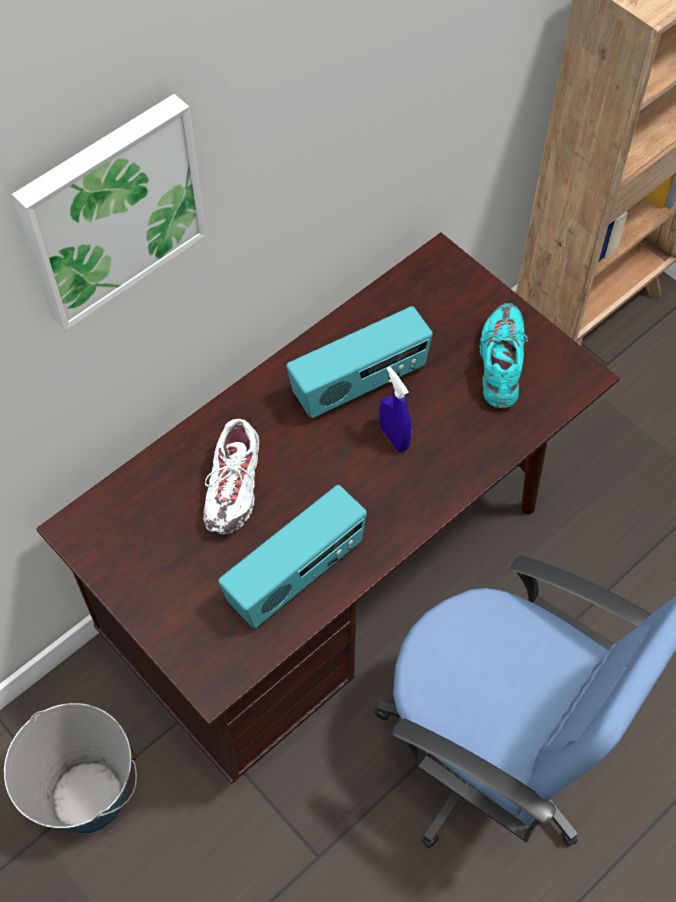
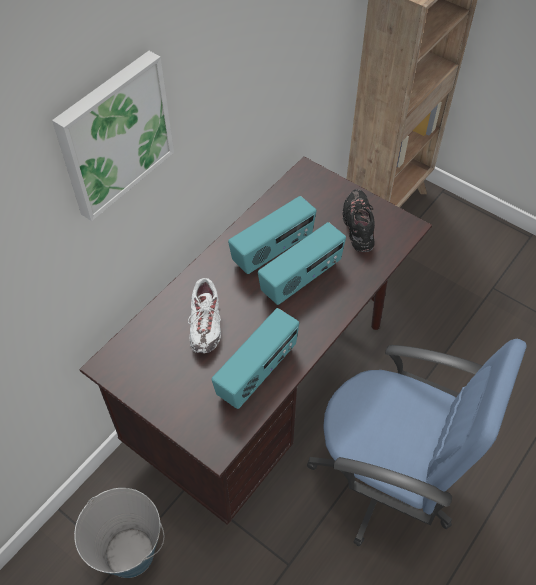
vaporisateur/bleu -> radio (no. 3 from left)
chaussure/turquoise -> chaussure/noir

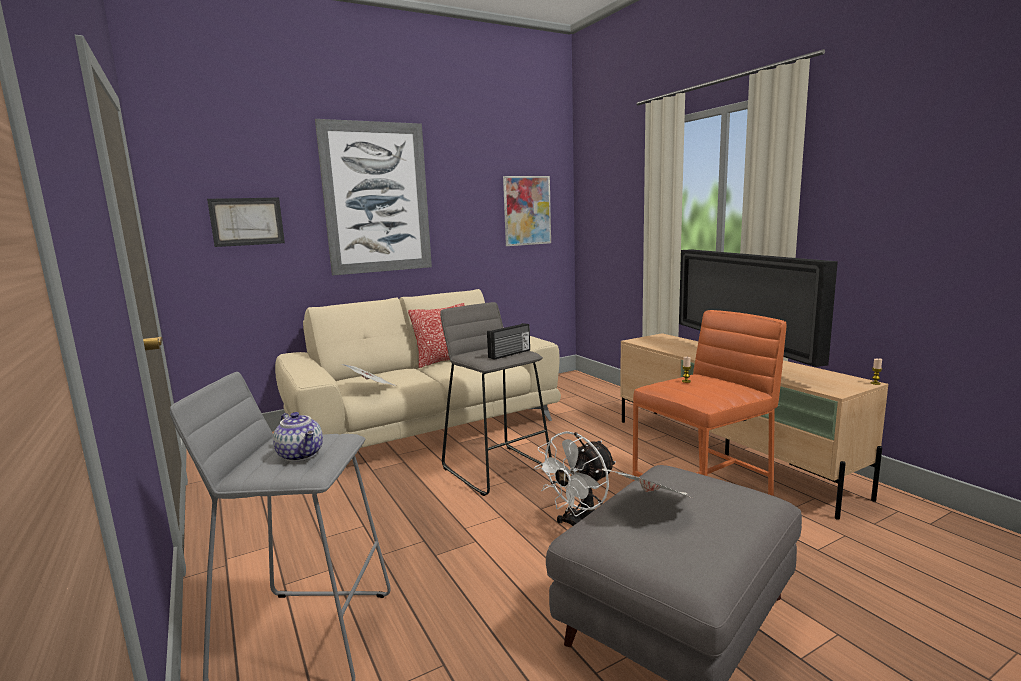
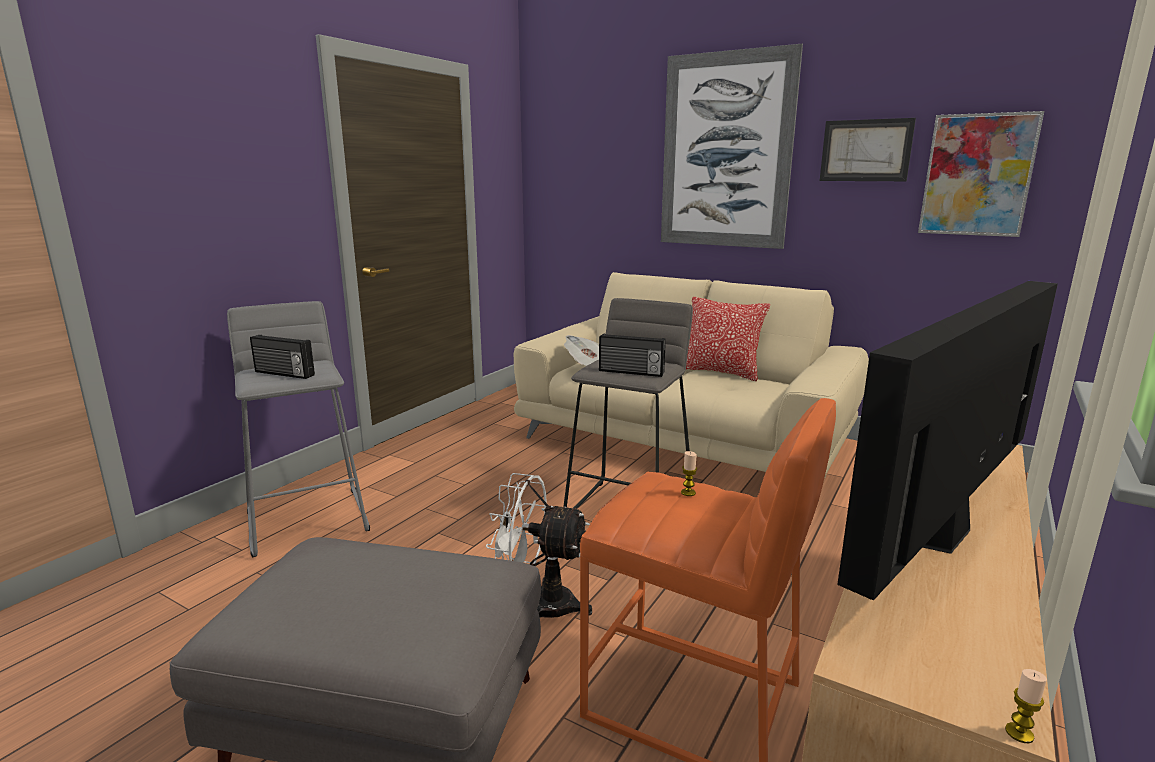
théière -> radio (no. 1 from left)
tableau (no. 1 from left in the first image) -> tableau (no. 2 from left), shifted
journal (no. 2 from left) -> none

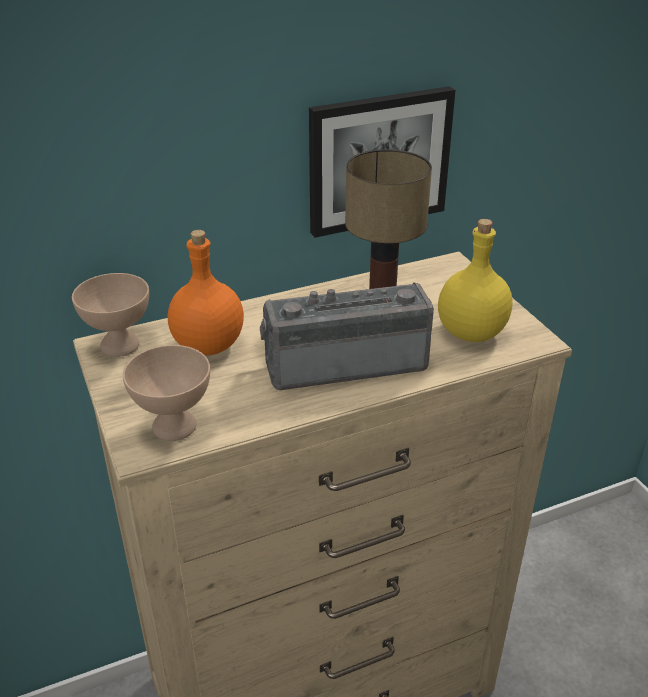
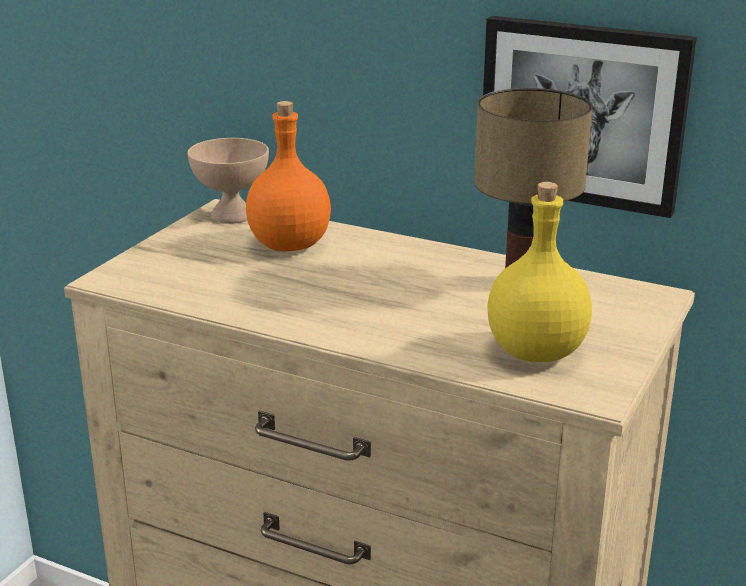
bol/beige (no. 2 from left) -> none
radio -> none

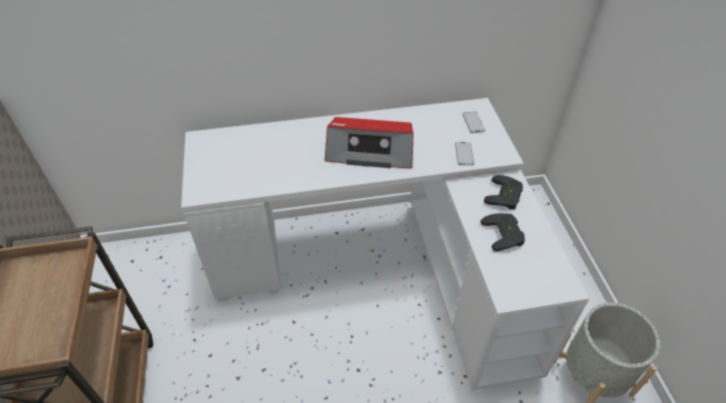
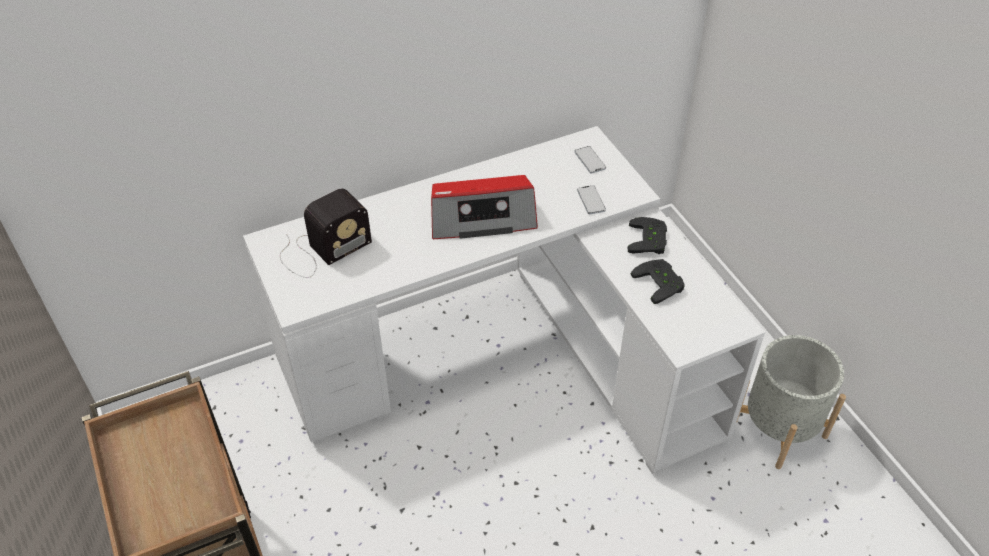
none -> radio (no. 1 from left)

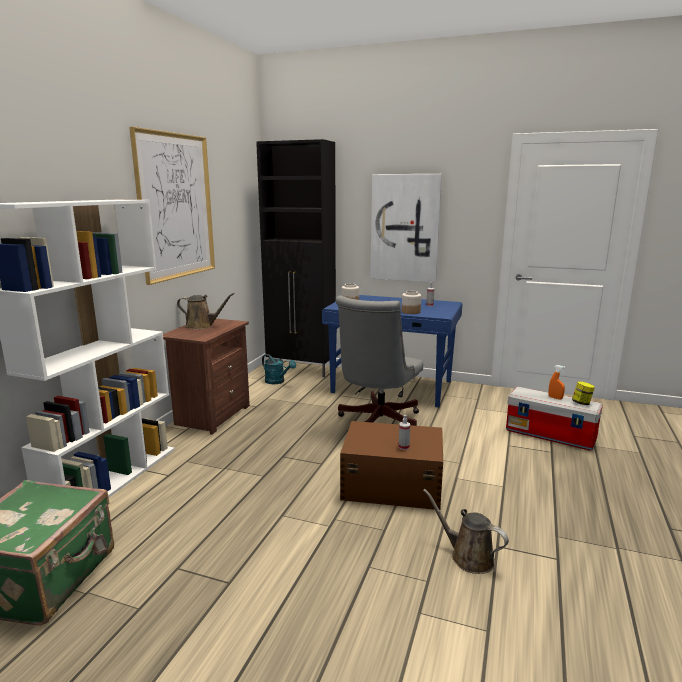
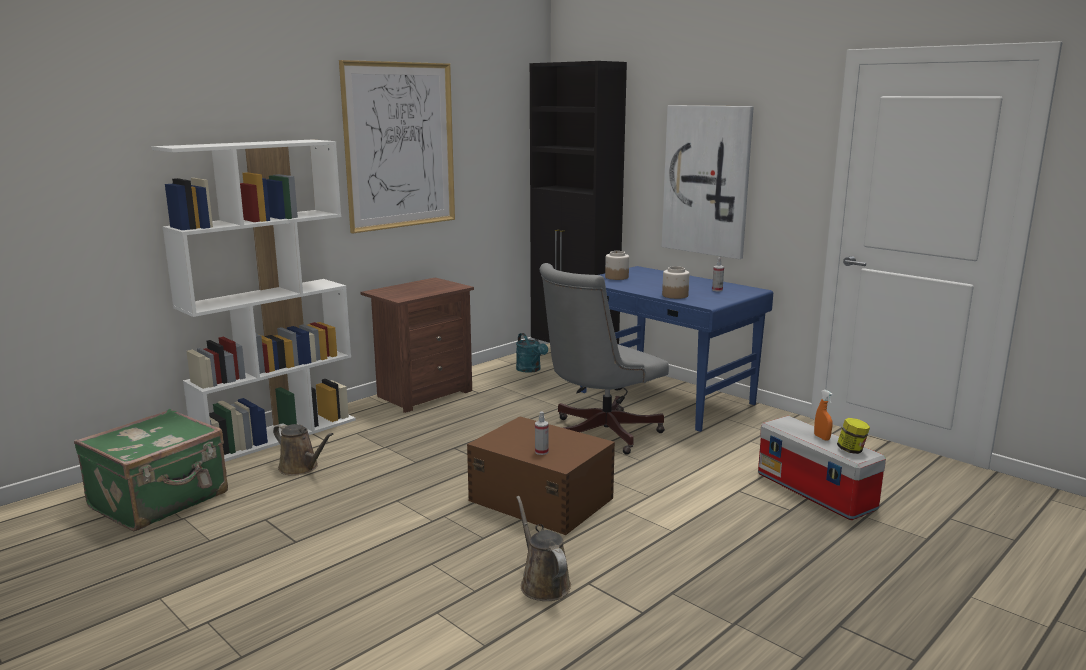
arrosoir/marron (no. 1 from left), shifted

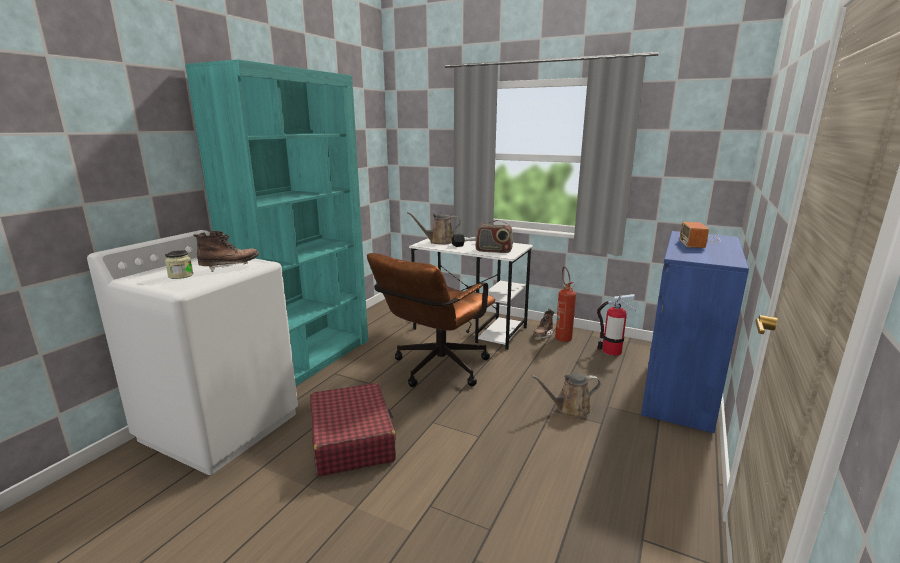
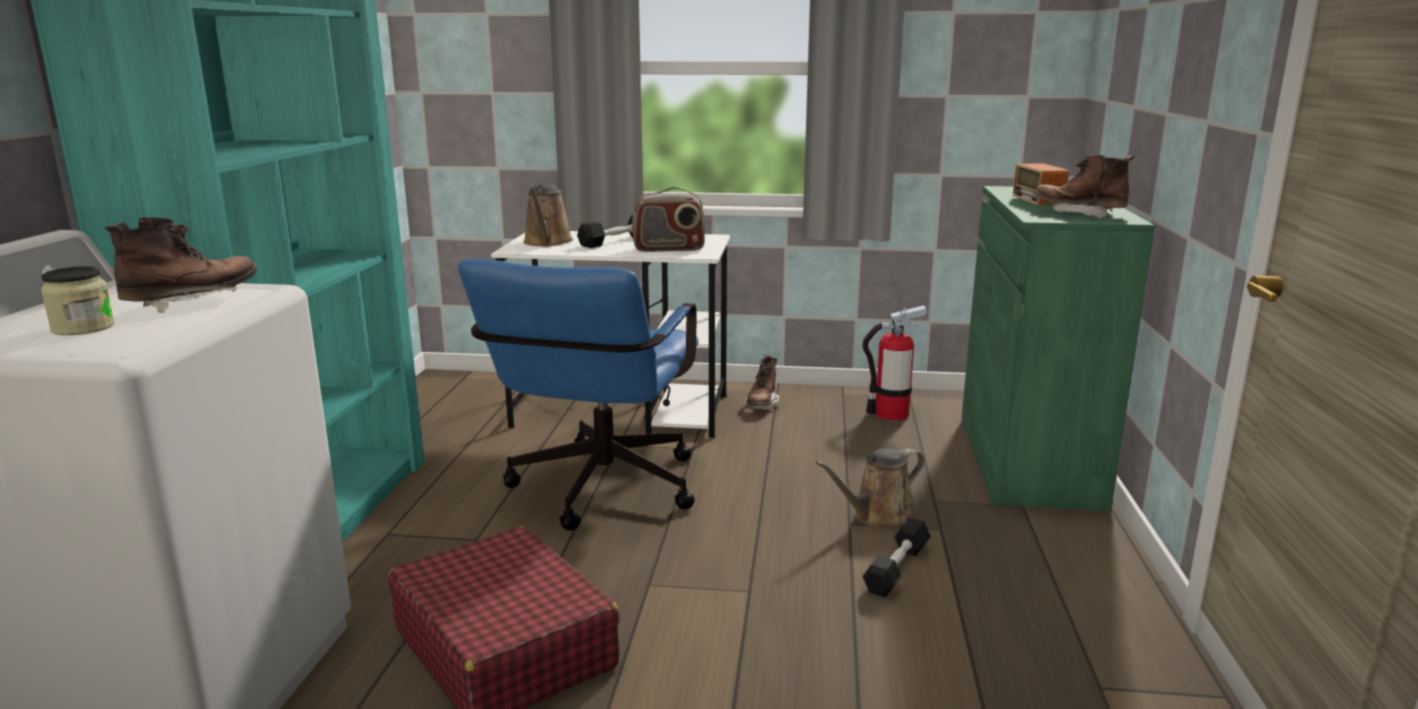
chaise de bureau/marron -> chaise de bureau/bleu
arrosoir/marron (no. 1 from left), 60 degrees counterclockwise
none -> haltère/noir (no. 2 from left)
meuble de rangement/bleu -> meuble de rangement/vert
none -> botte/marron (no. 3 from left)
extincteur (no. 1 from left) -> none

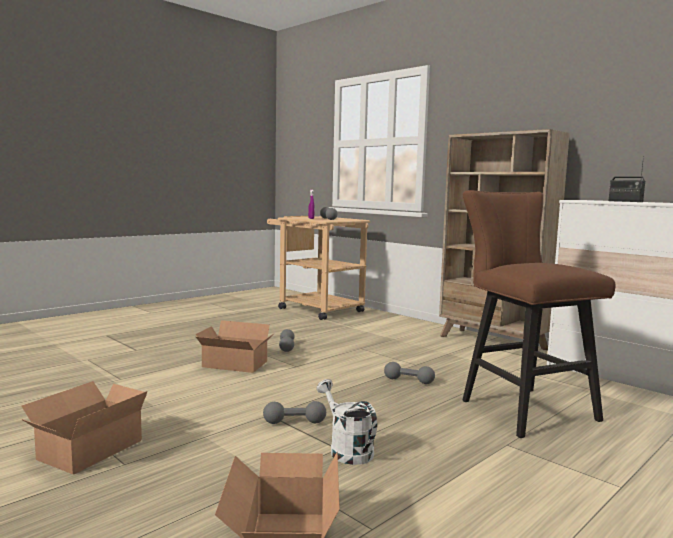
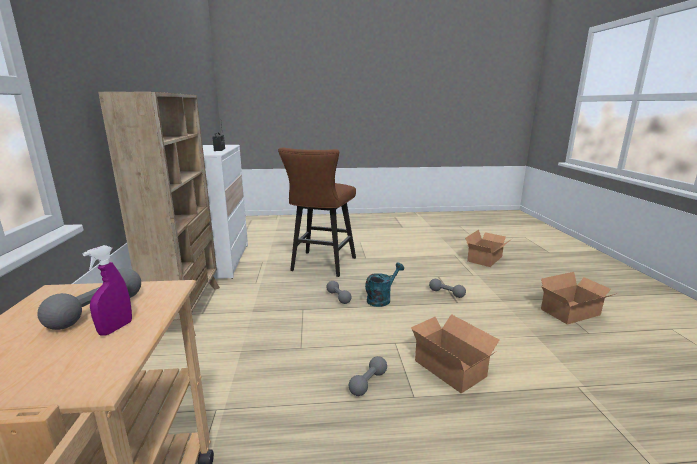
none -> arrosoir/turquoise
arrosoir/blanc -> none

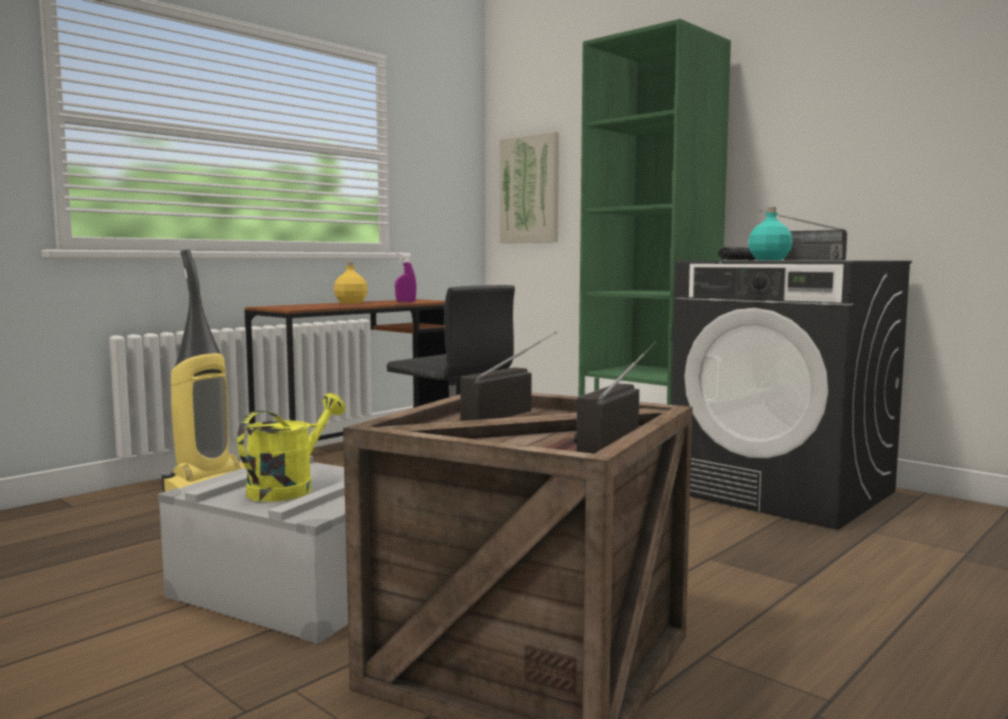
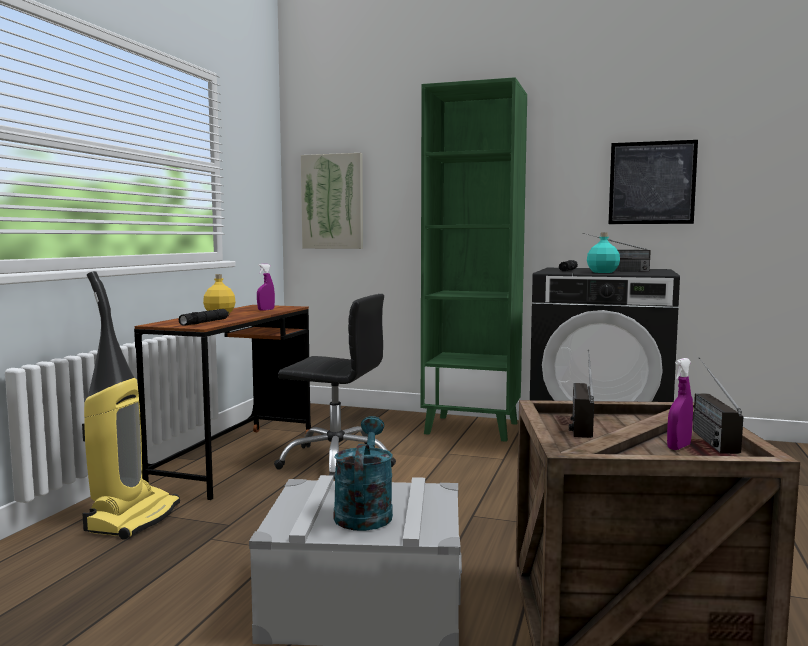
none -> lampe de poche/noir (no. 1 from left)
arrosoir/jaune -> arrosoir/turquoise
none -> tableau (no. 2 from left)
none -> vaporisateur/violet (no. 2 from left)

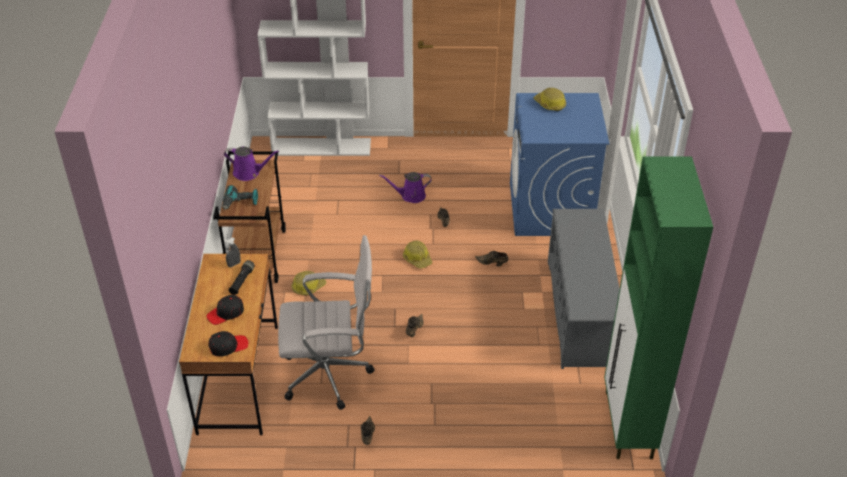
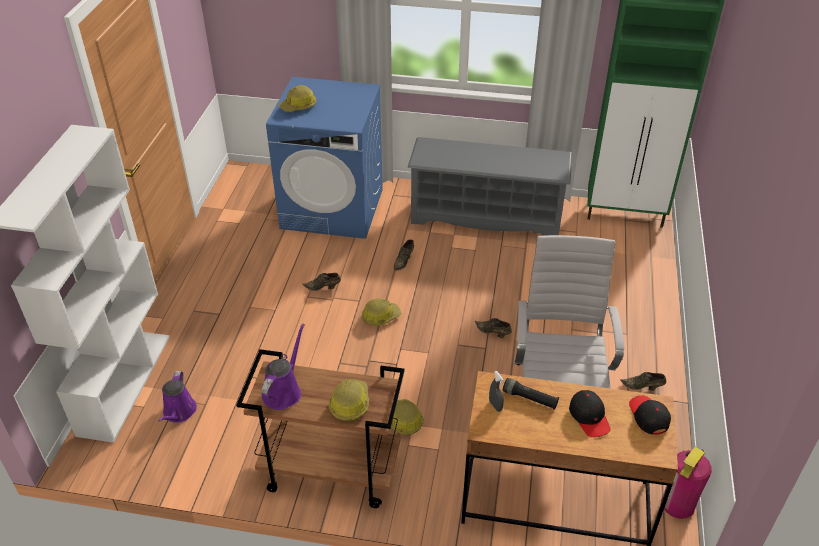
arrosoir/violet (no. 2 from left in the first image) -> arrosoir/violet (no. 1 from left), shifted
perceuse -> casque de chantier (no. 2 from left)
none -> extincteur

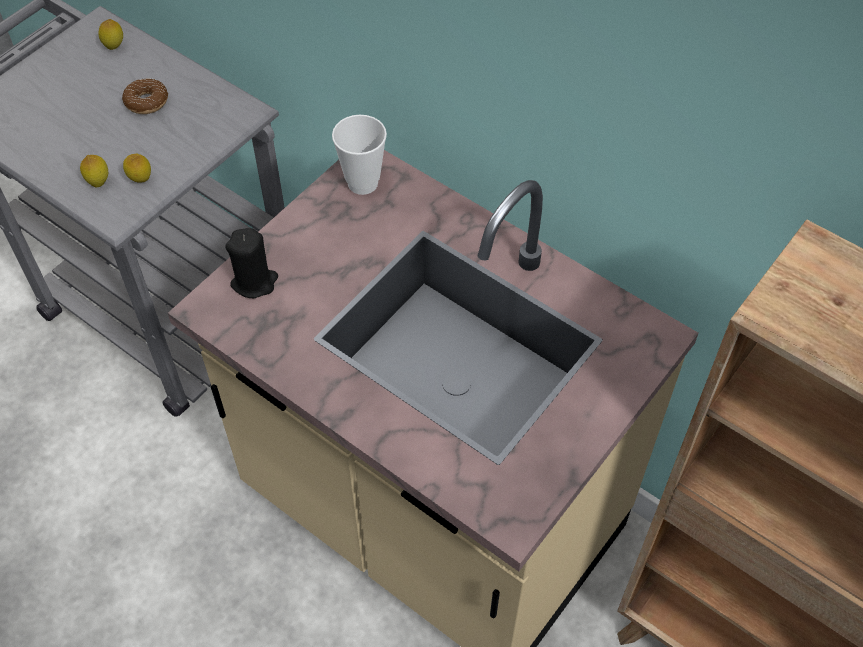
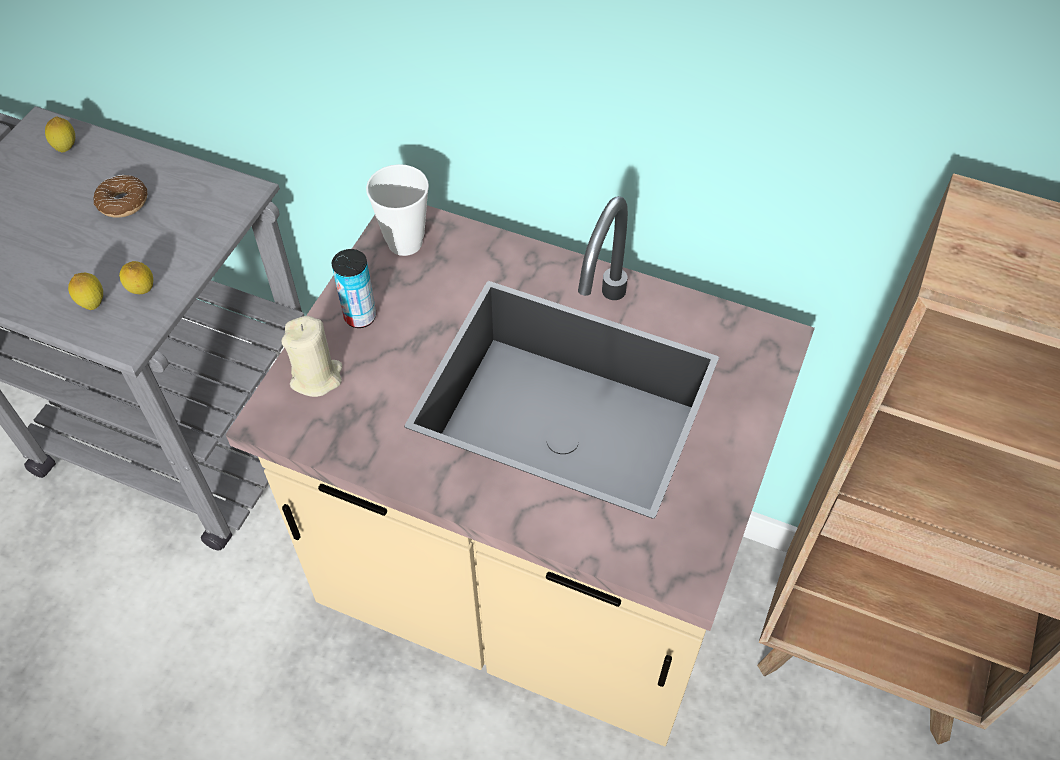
bougie/noir -> bougie/beige
none -> boîte métallique

